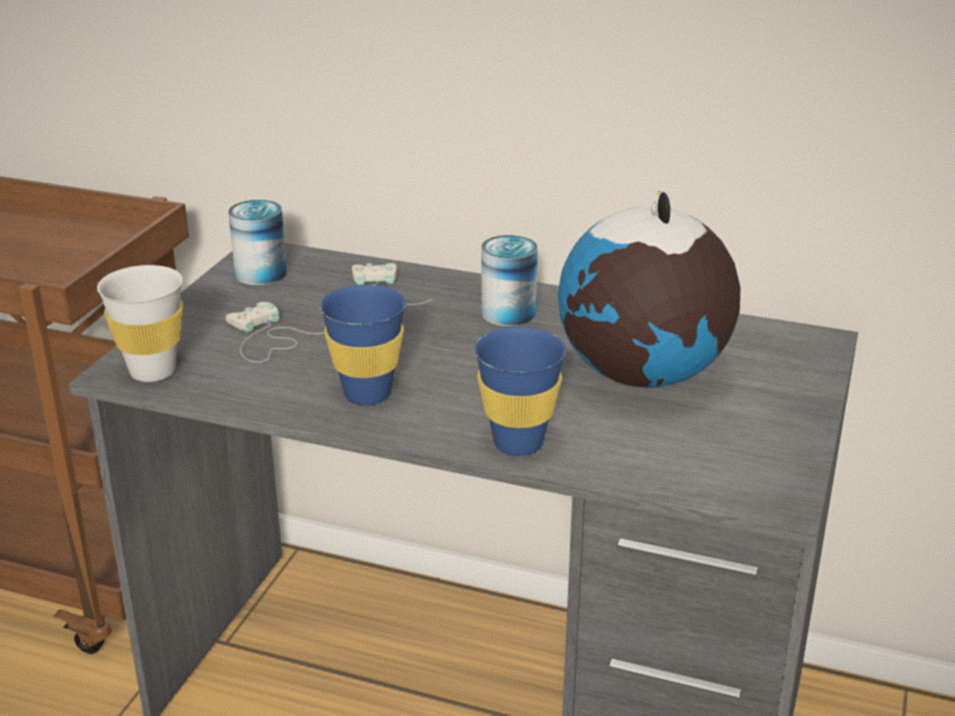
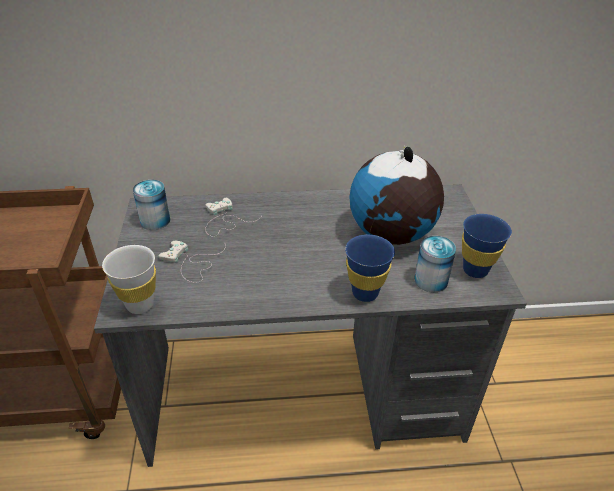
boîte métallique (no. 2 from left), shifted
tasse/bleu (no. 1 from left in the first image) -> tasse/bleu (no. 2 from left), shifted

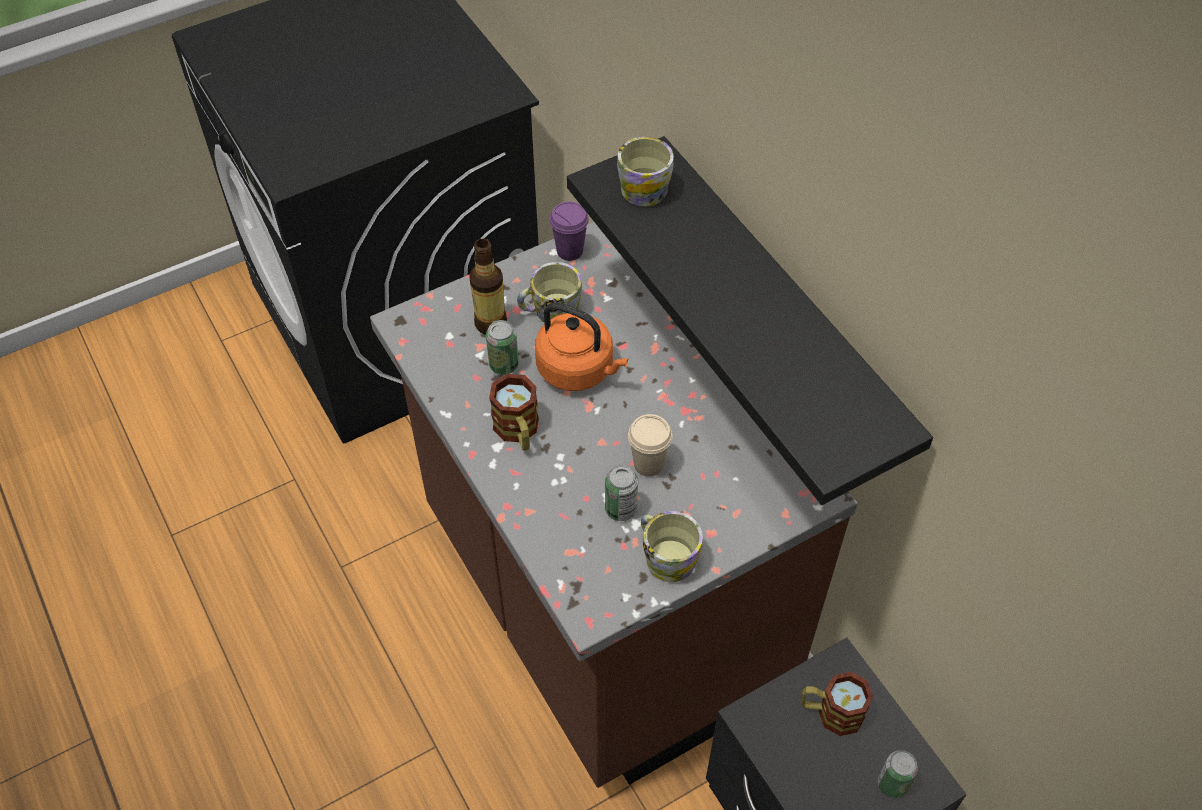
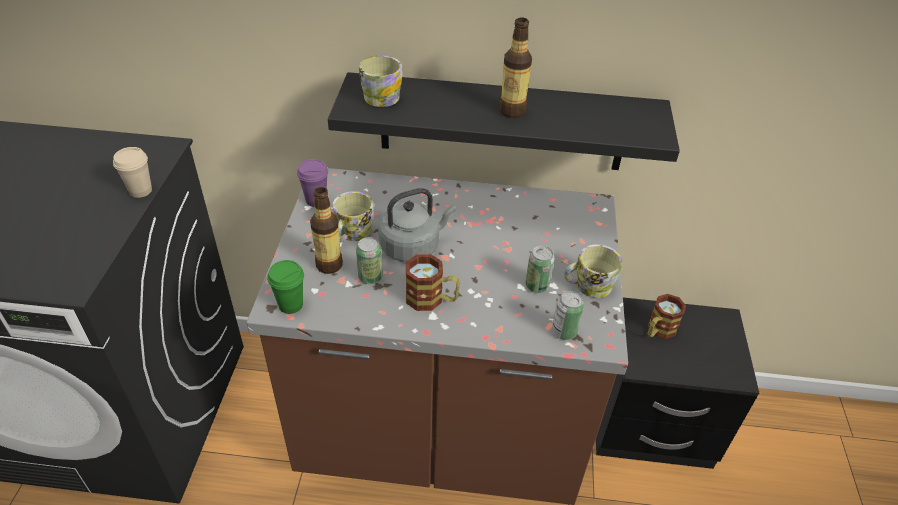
tasse/beige, shifted
none -> tasse/vert
bouilloire/orange -> bouilloire/gris
none -> bouteille (no. 2 from left)
boîte métallique (no. 3 from left), shifted

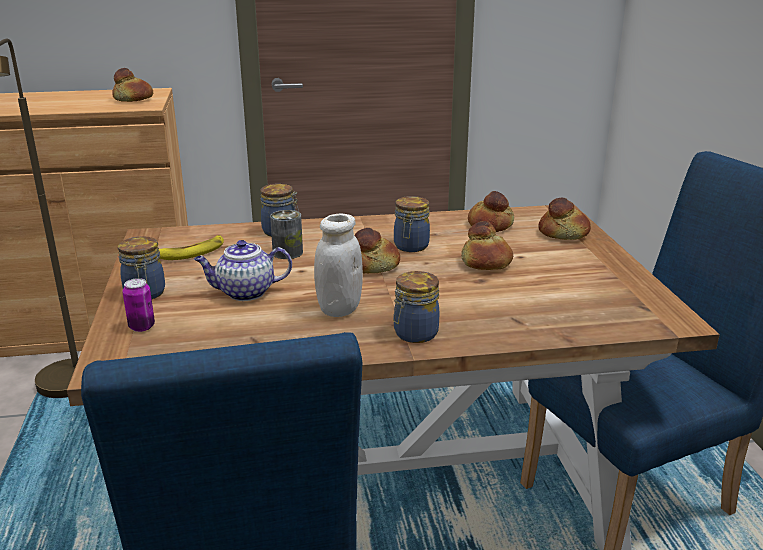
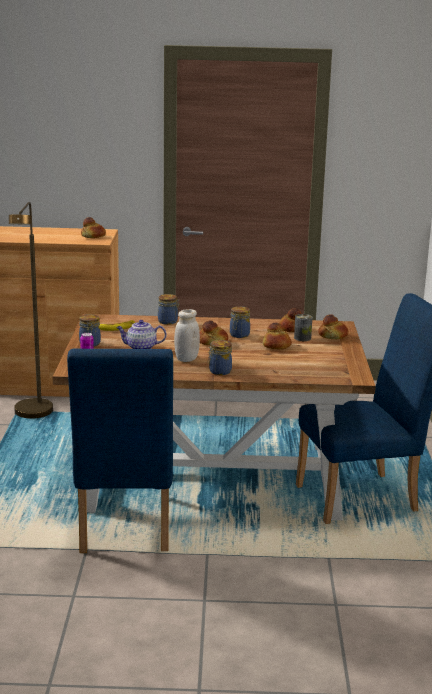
boîte métallique (no. 2 from left), shifted

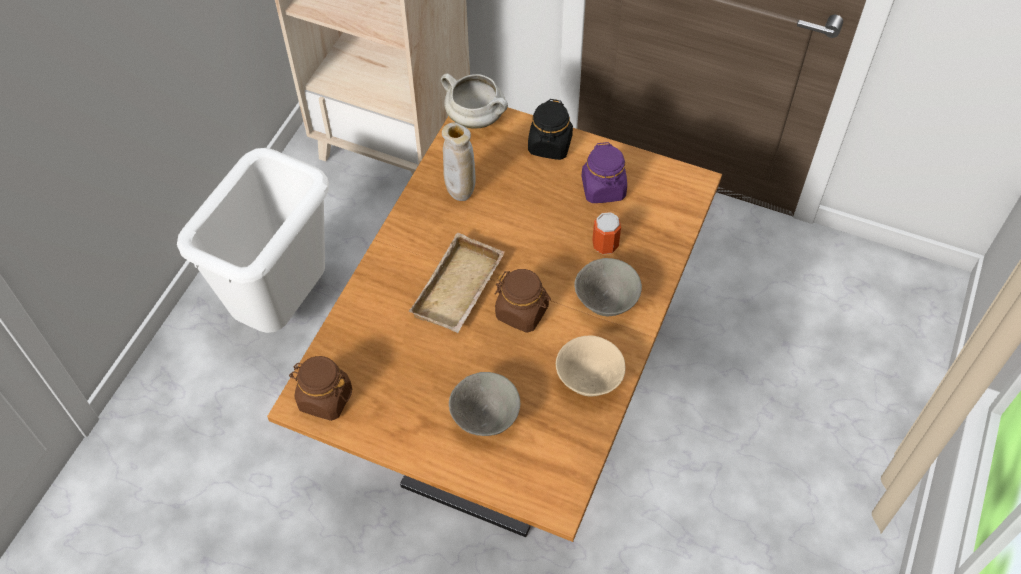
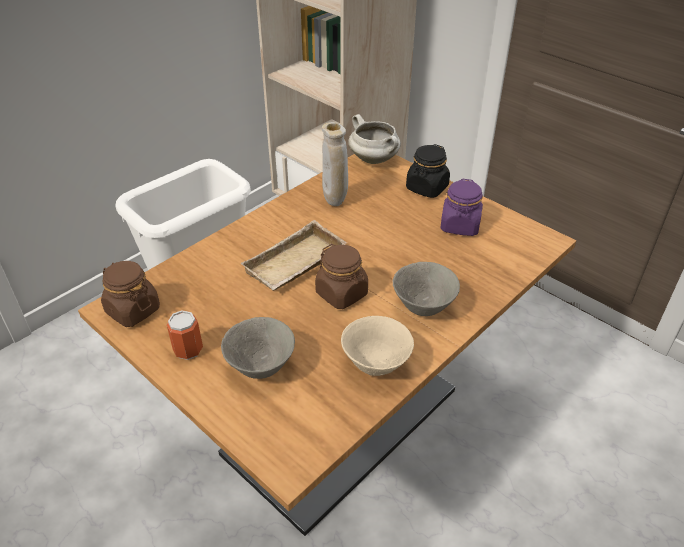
boîte métallique, shifted

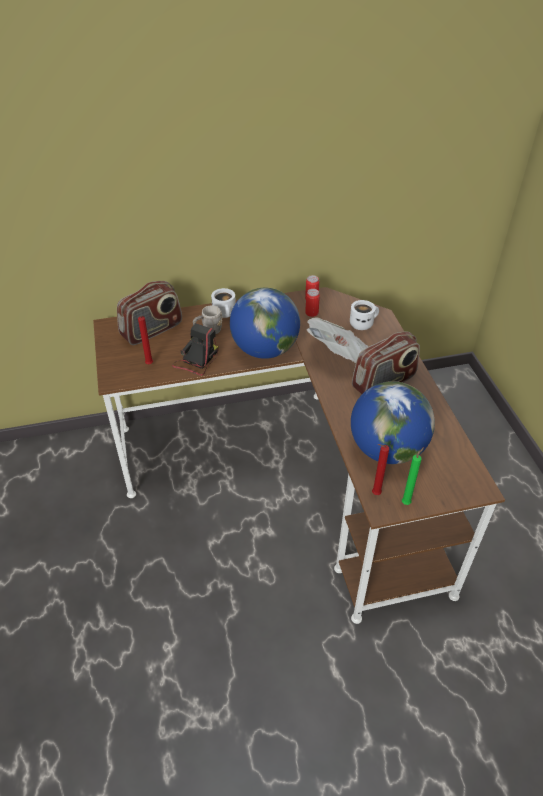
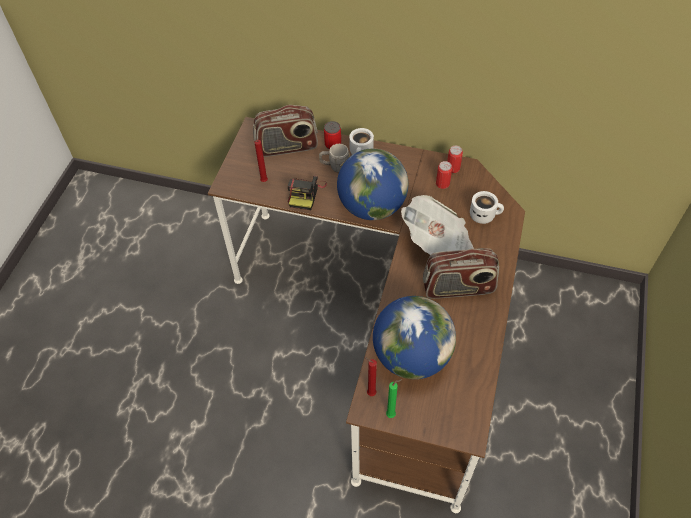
appareil photo, 135 degrees clockwise
none -> boîte métallique (no. 1 from left)

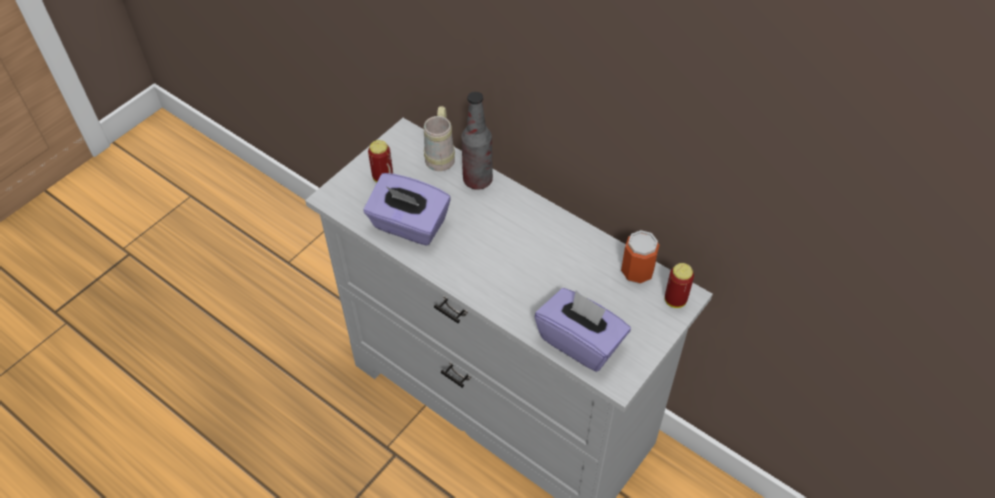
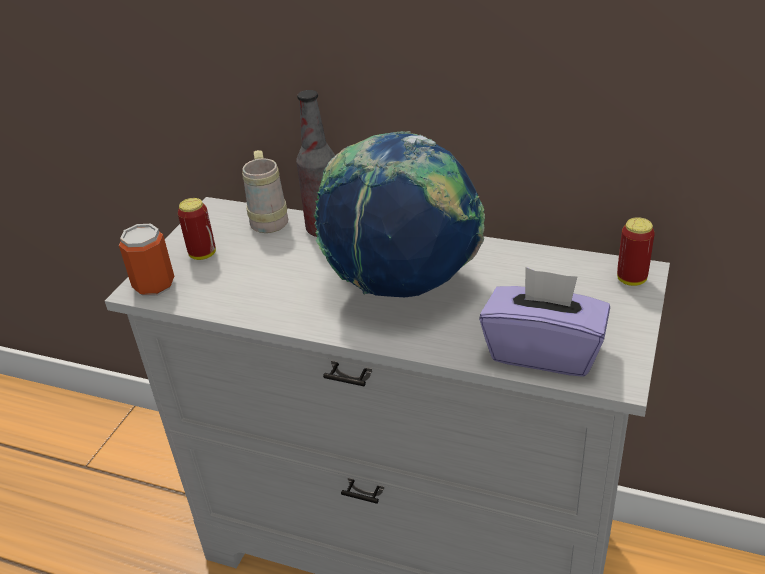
boîte métallique (no. 2 from left in the first image) -> boîte métallique (no. 1 from left), shifted
none -> globe
boîte à mouchoirs/violet (no. 1 from left) -> none

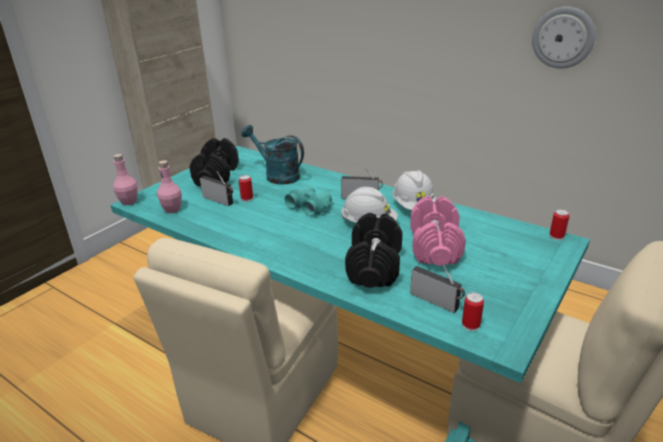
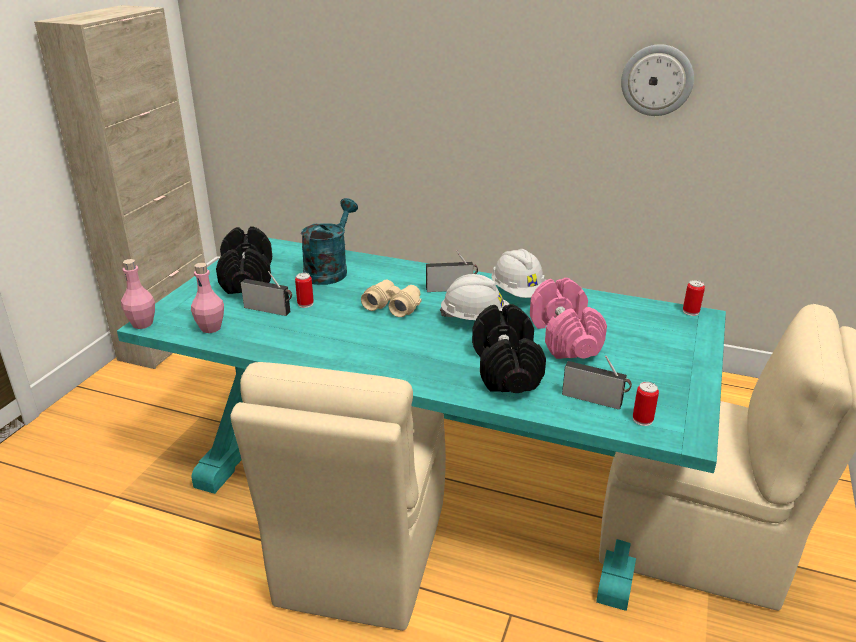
arrosoir/turquoise, 90 degrees clockwise
jumelles/turquoise -> jumelles/beige

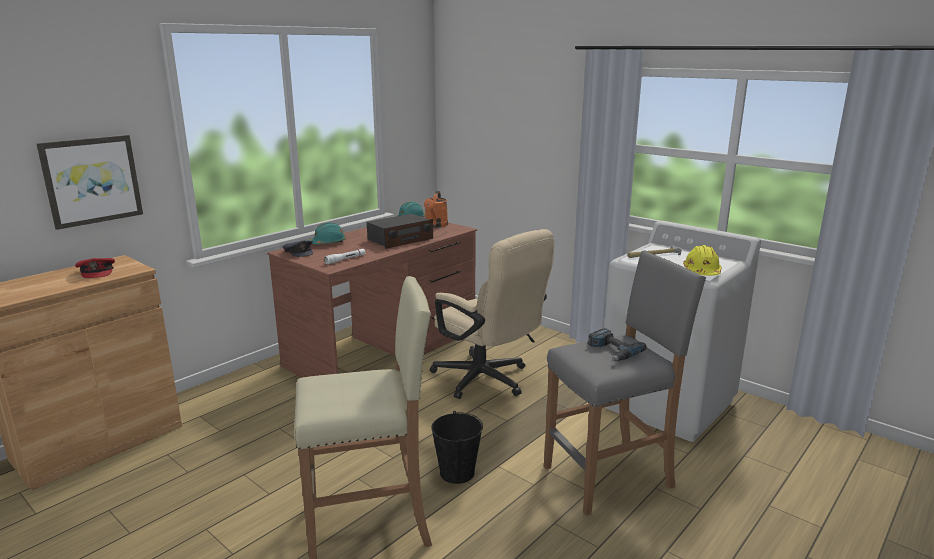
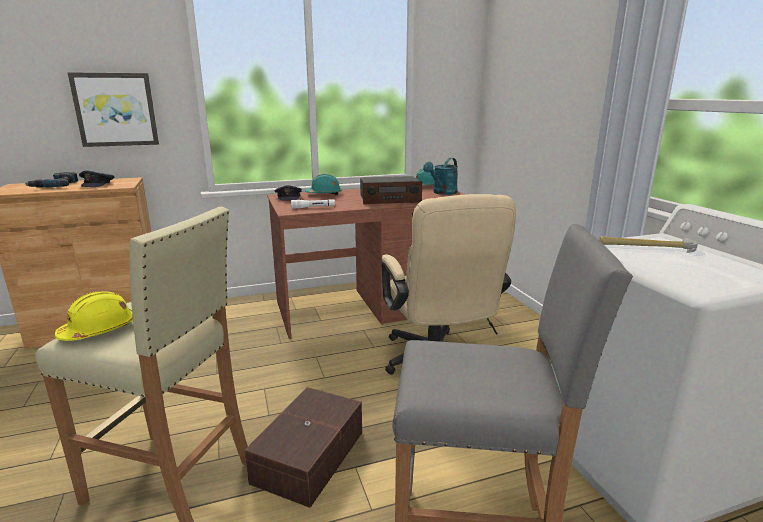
perceuse, shifted
casque de chantier/jaune, shifted
casquette/rouge -> casquette/gris (no. 1 from left)
seau/noir -> boîte de rangement/marron
arrosoir/orange -> arrosoir/turquoise

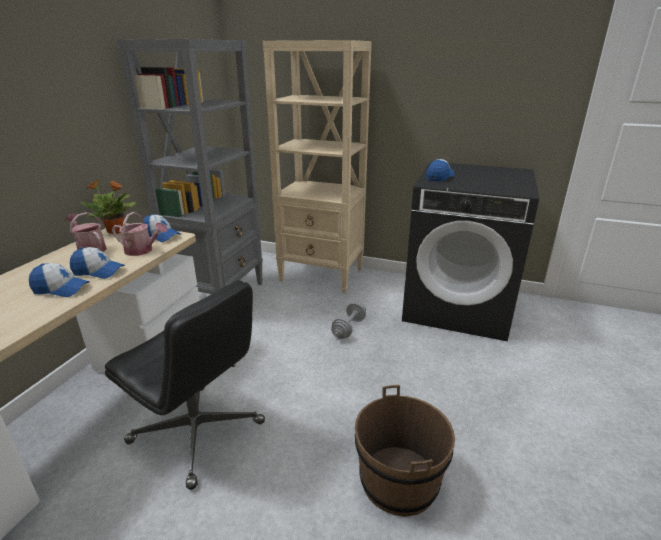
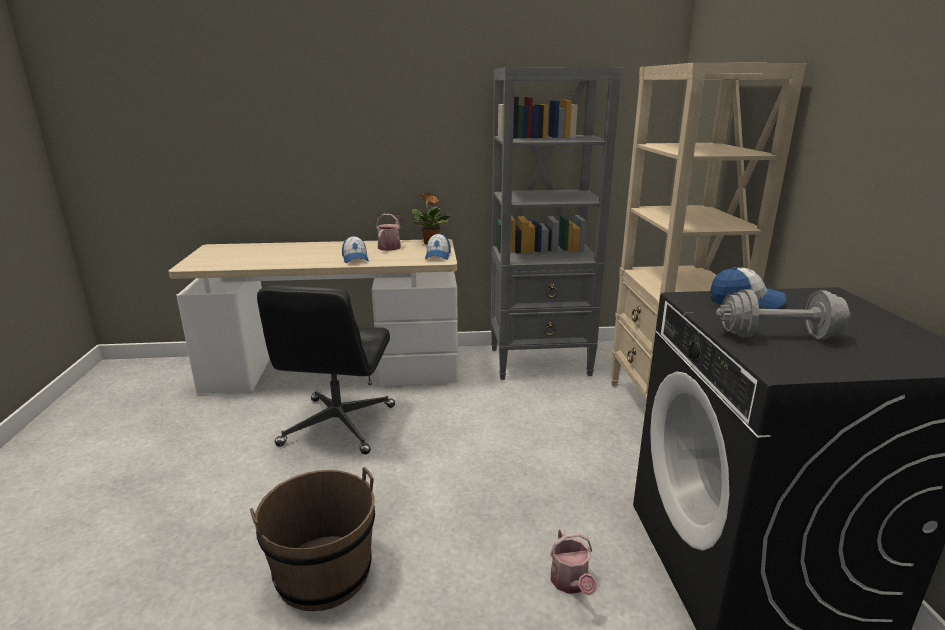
arrosoir (no. 2 from left), shifted
haltère/gris, shifted
casquette (no. 1 from left) -> none

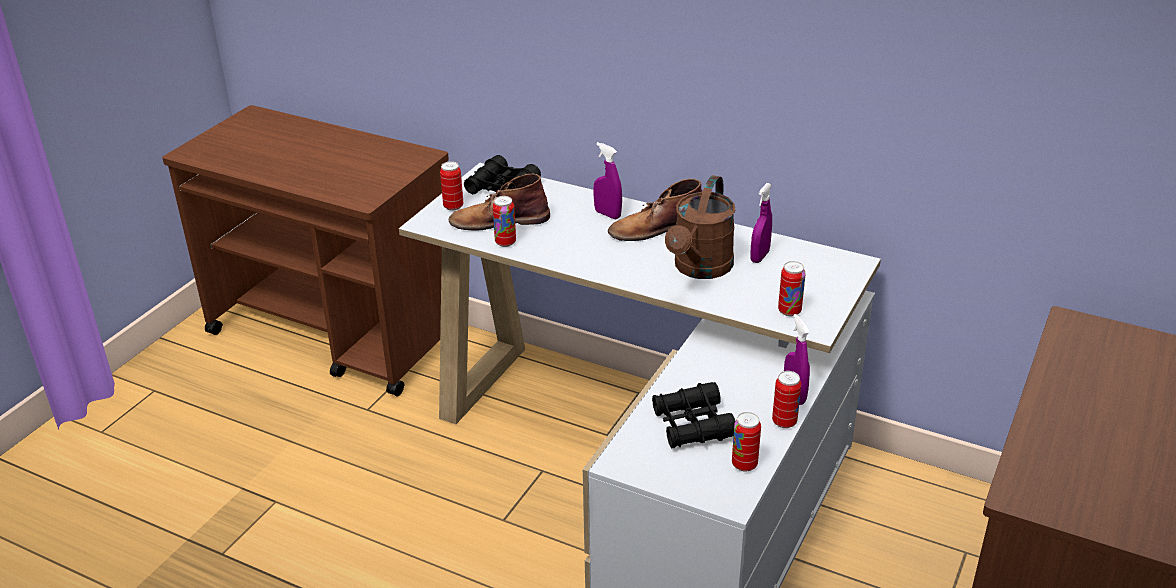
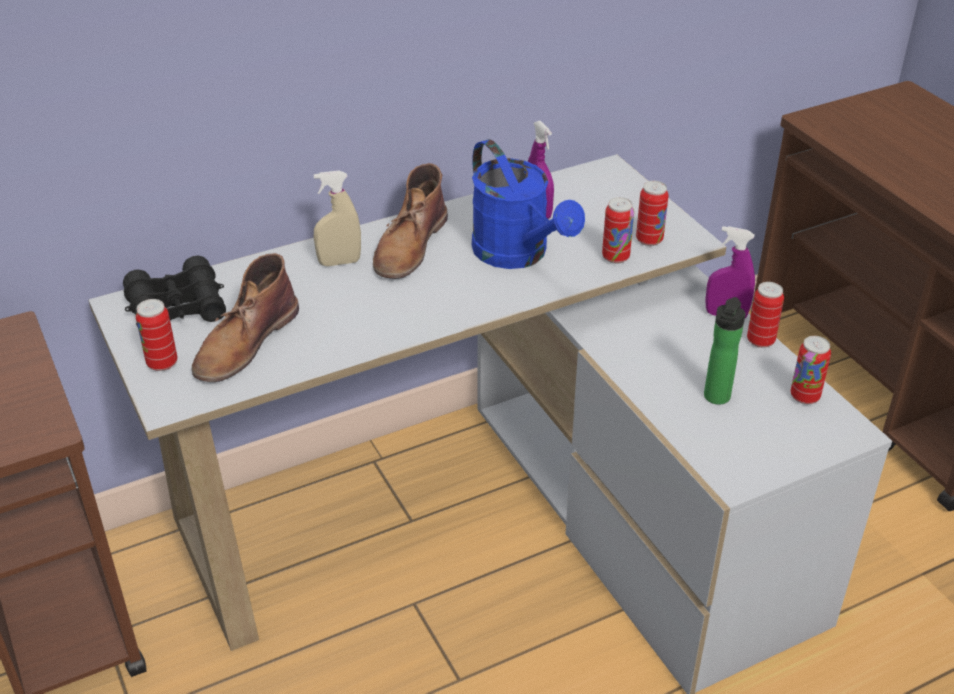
vaporisateur/violet (no. 1 from left) -> vaporisateur/beige
arrosoir/marron -> arrosoir/bleu
boîte métallique (no. 2 from left), shifted
jumelles/noir (no. 2 from left) -> bouteille

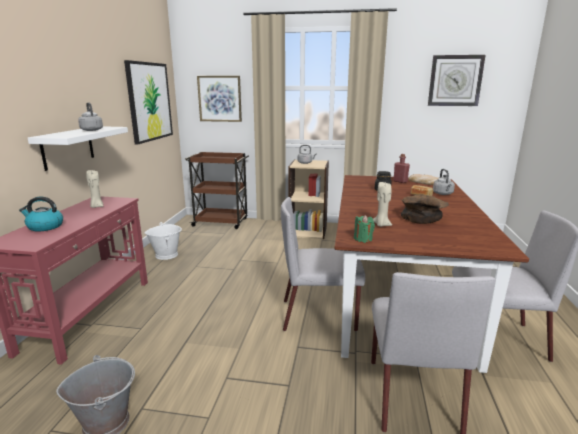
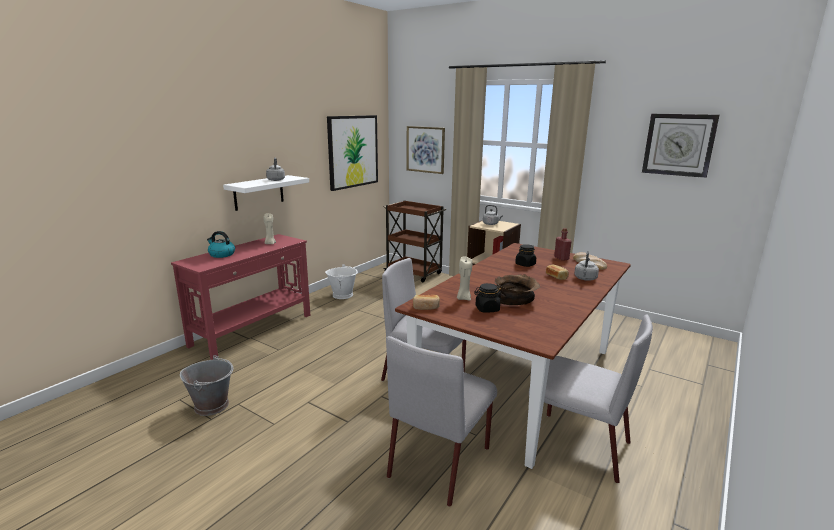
bougie/vert -> pain (no. 1 from left)
none -> bocal/noir (no. 1 from left)

